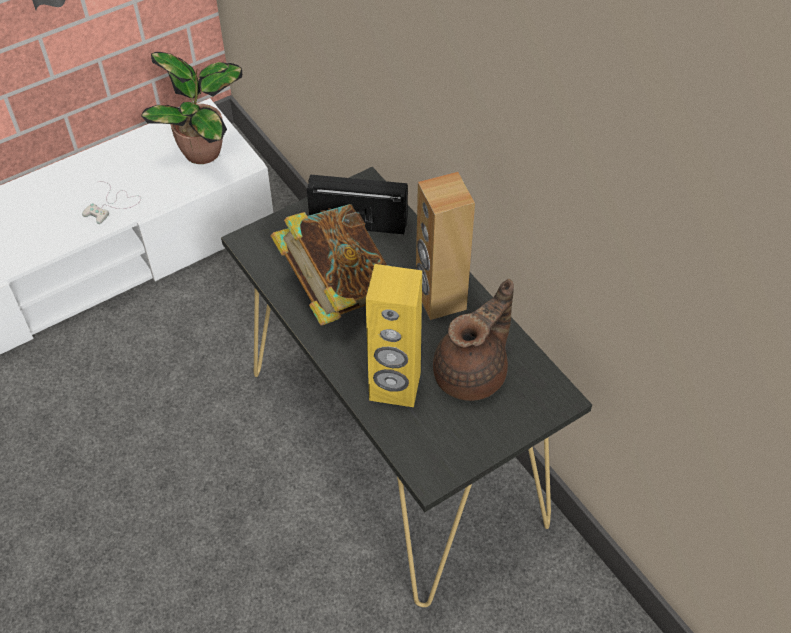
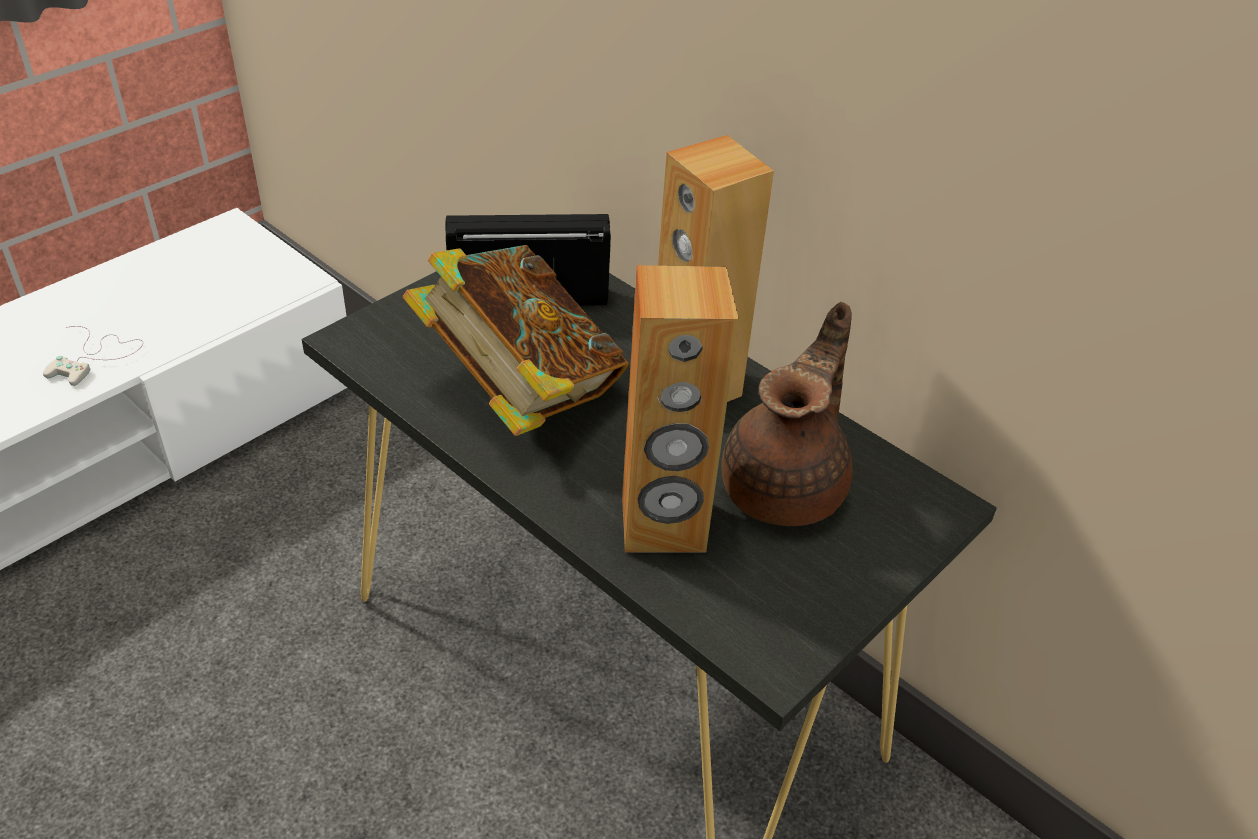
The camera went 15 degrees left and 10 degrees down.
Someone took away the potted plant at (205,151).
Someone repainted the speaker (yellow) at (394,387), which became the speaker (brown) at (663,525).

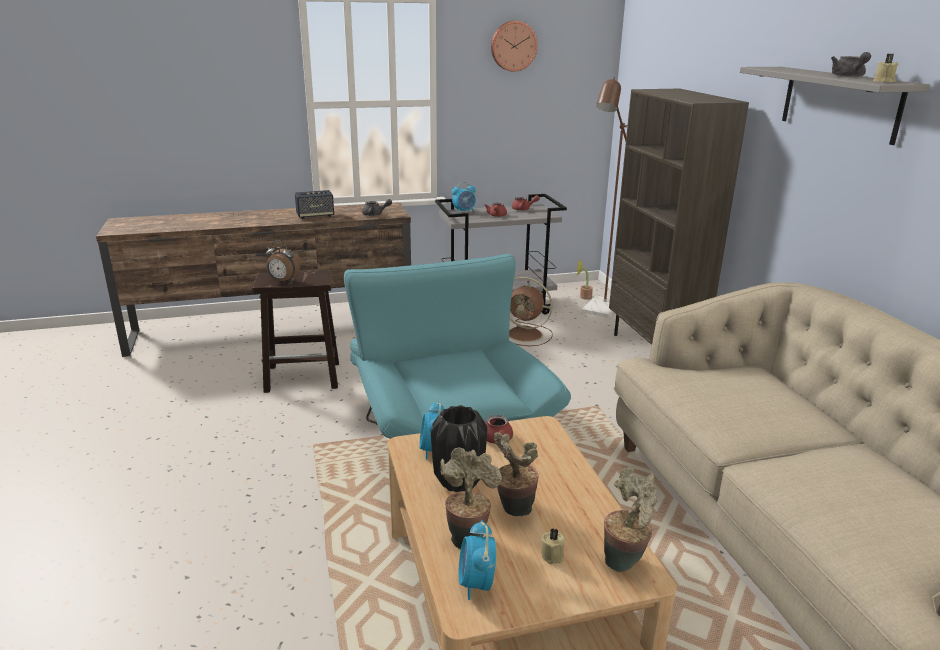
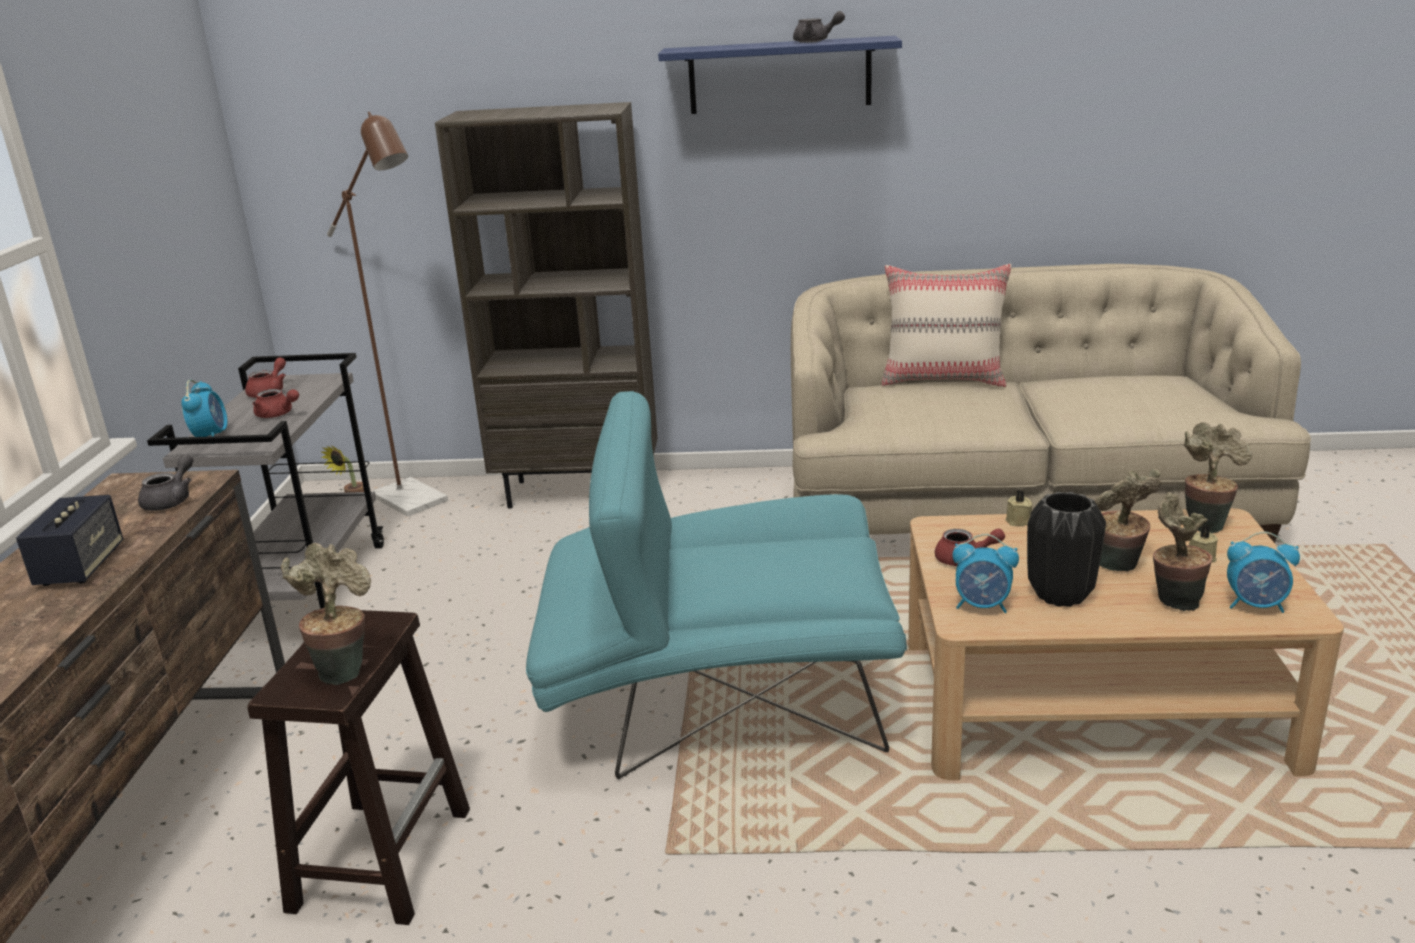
The camera went 70 degrees left and 0 degrees up.
Someone swapped the alarm clock at (283,281) for the potted plant at (343,669).
Someone took away the wall clock at (513,46).
Someone took away the fan (brown) at (526,335).
Someone repainted the shelf (grey) at (839,103), which became the shelf (blue) at (779,75).
Someone carried the candle (beige) from (883,81) to (1019,521).
Someone put down the pillow (beige) at (944,379).

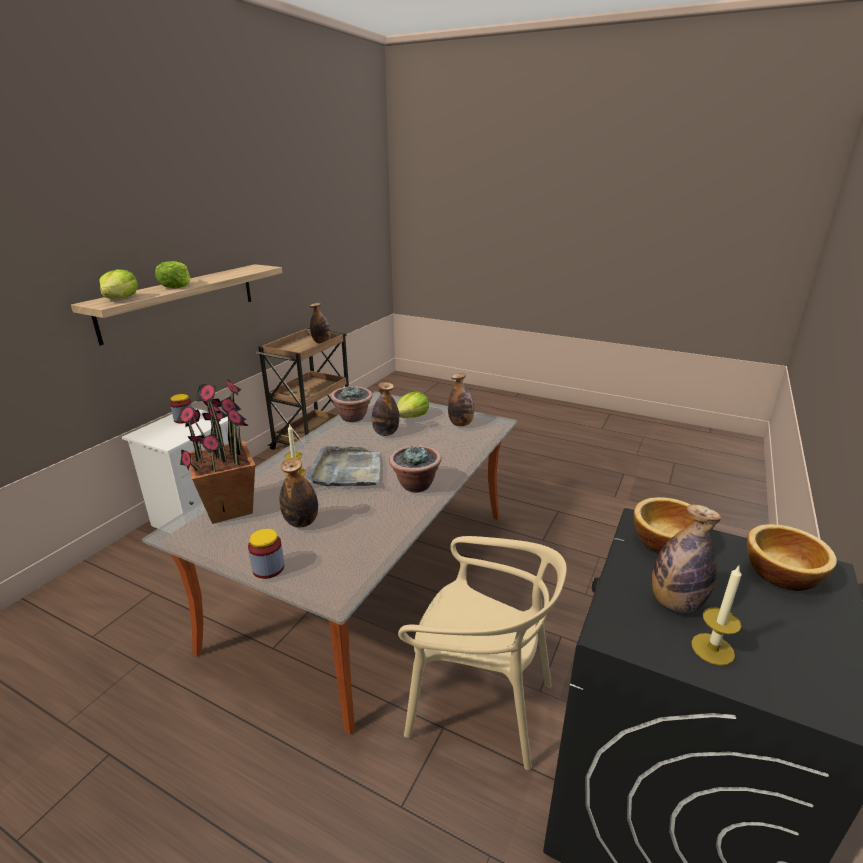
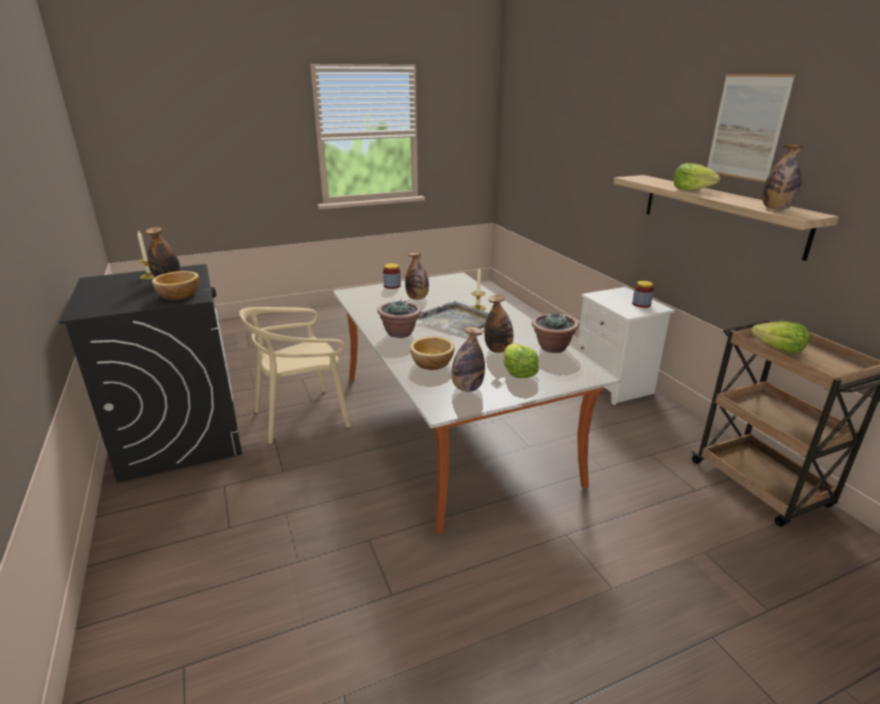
The camera went 130 degrees right and 0 degrees up.
Someone carried the lettuce from (120,299) to (778,349).
Someone took away the potted plant at (229,508).
Someone carried the bottle from (321,342) to (776,208).
Someone carried the bowl from (781,572) to (432,363).
Someone put up the picture at (747,127).

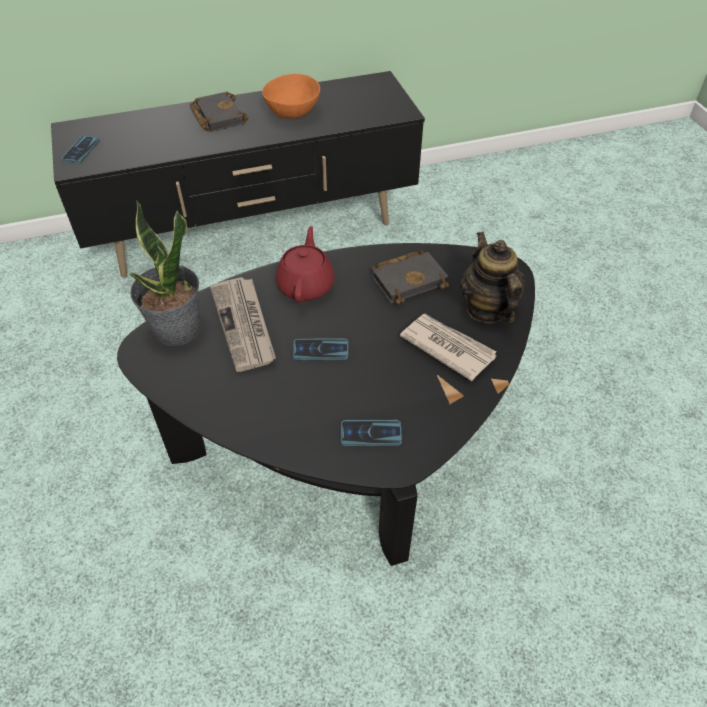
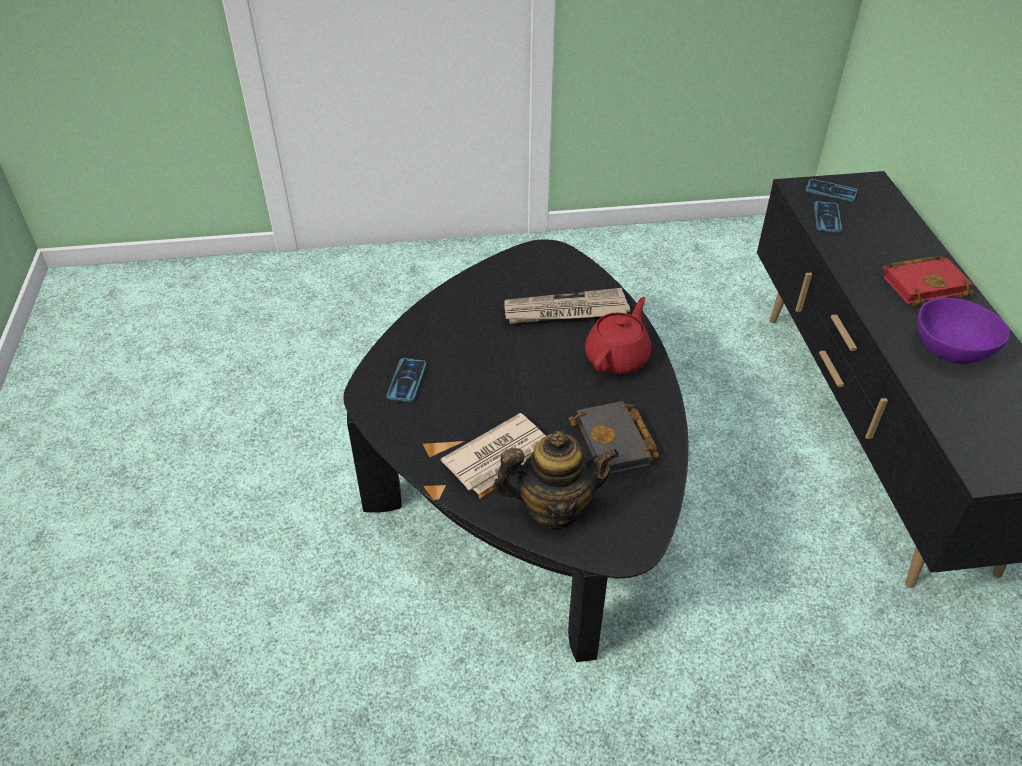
The camera went 100 degrees right and 5 degrees down.
Someone took away the potted plant at (177,329).
Someone repainted the book (black) at (216,116), which became the book (red) at (924,284).
Someone repainted the bowl (orange) at (294,113), which became the bowl (purple) at (951,353).
Someone rotated the teapot (red) at (306,285) by 75 degrees counterclockwise.
Someone carried the phone from (320,350) to (827,217).

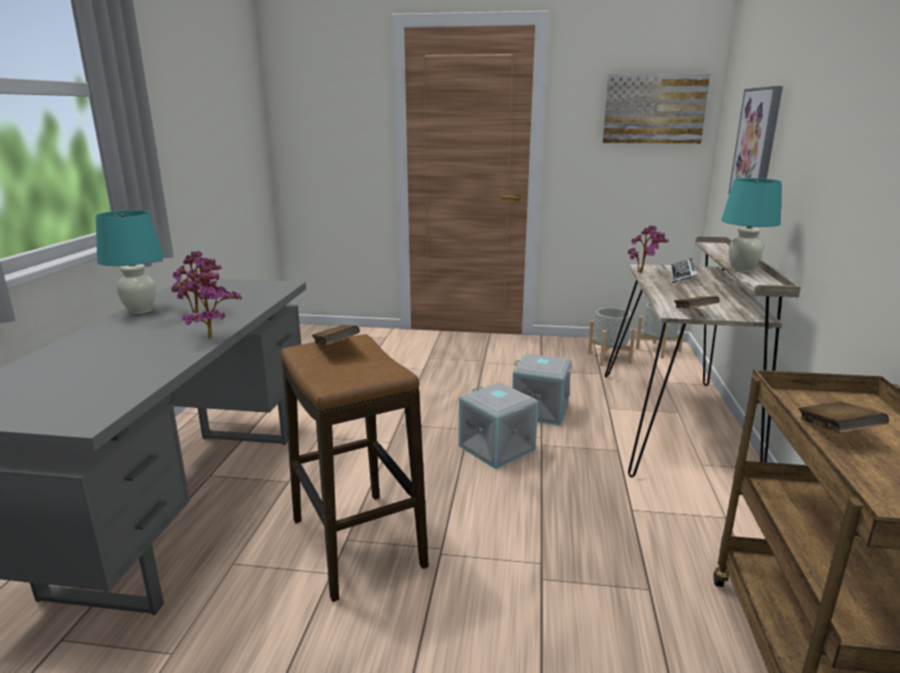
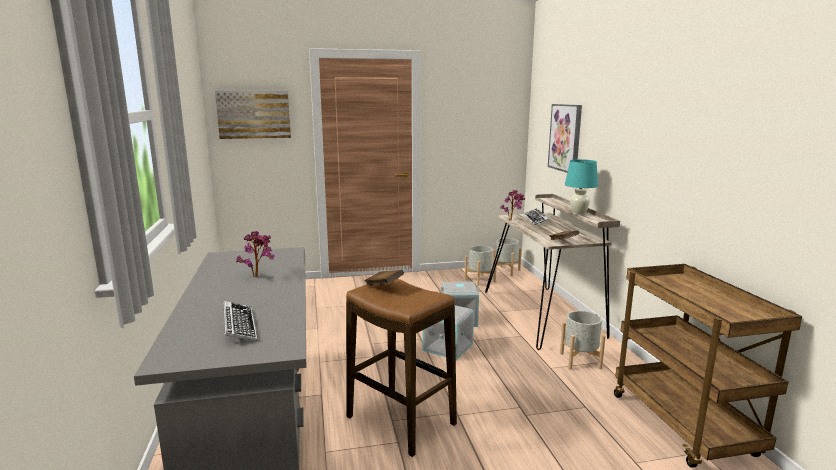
The camera went 20 degrees left and 5 degrees down.
Someone took away the table lamp (turquoise) at (140,310).
Someone took away the potted plant at (209,336).
Someone carried the picture from (654,109) to (254,114).
Someone took away the book (brown) at (836,433).
Someone put down the keyboard at (239,326).
Someone put down the planter (grey) at (580,360).

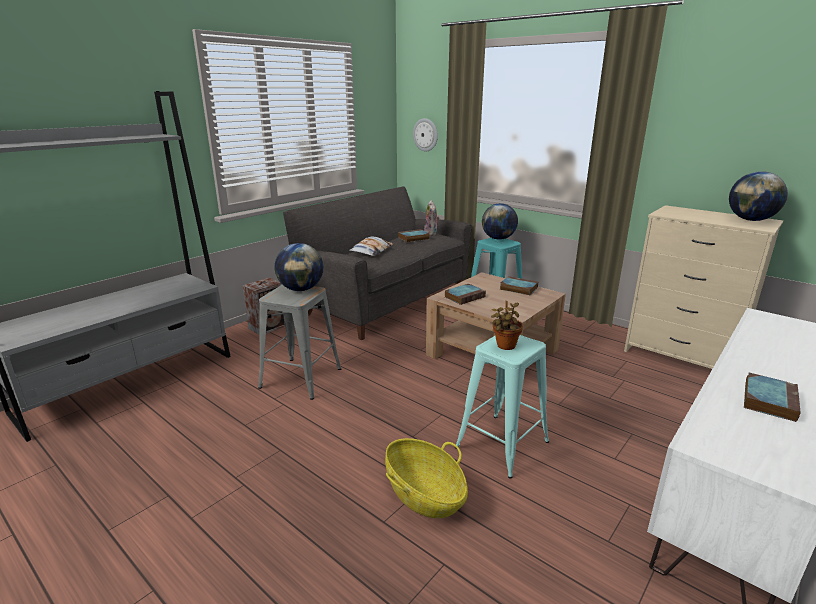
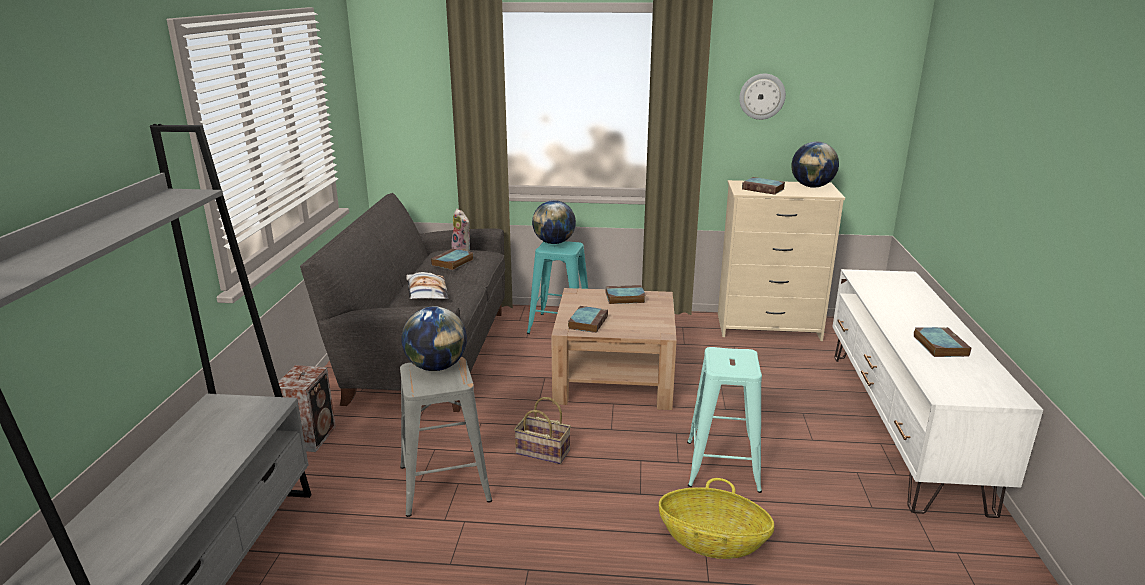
The camera went 35 degrees left and 0 degrees up.
Someone carried the wall clock from (425,135) to (762,96).
Someone took away the potted plant at (505,346).
Someone put down the basket at (541,452).
Someone put down the book at (764,189).

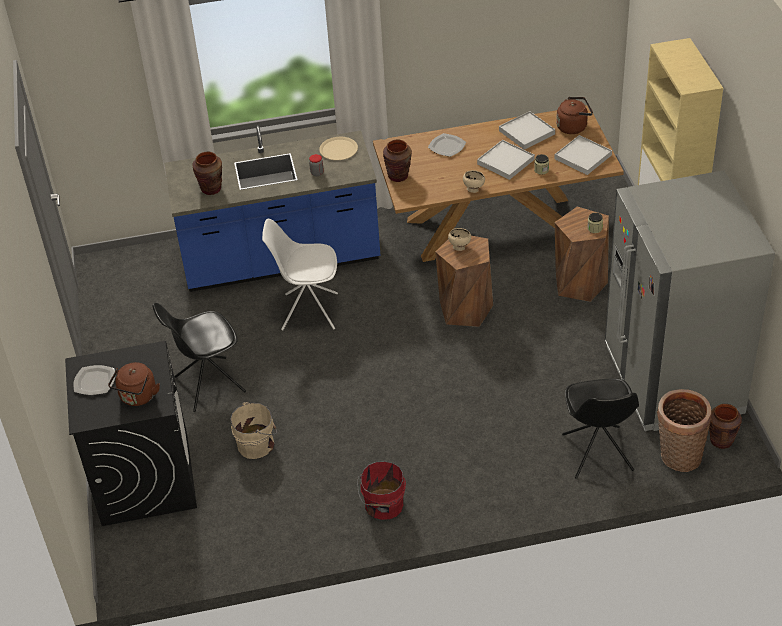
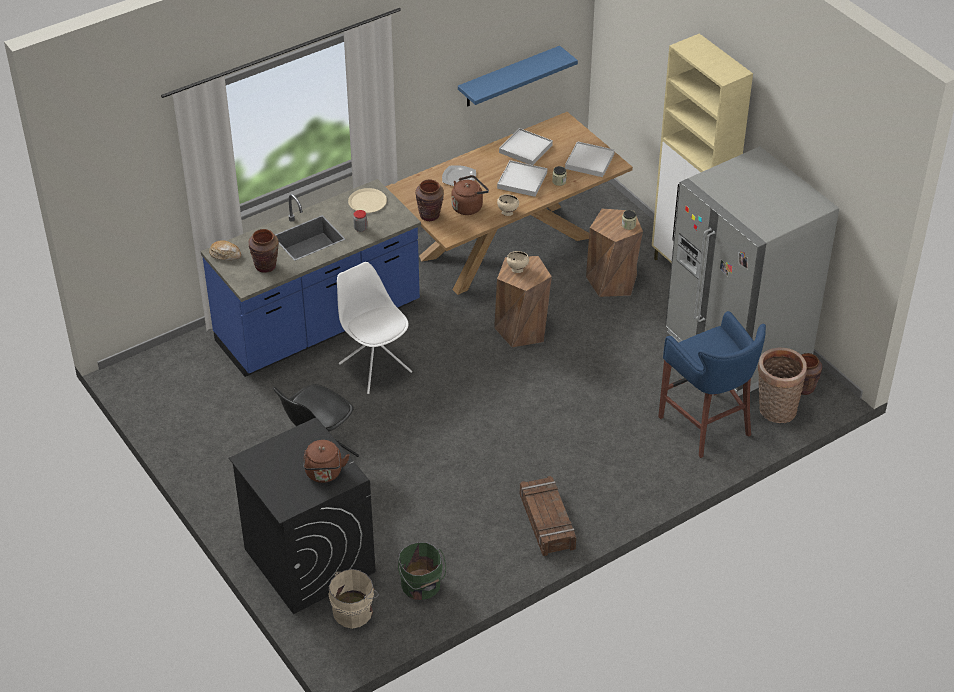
The camera went 25 degrees left and 0 degrees up.
Someone took away the plate at (94,381).
Someone carried the bucket (beige) from (257,444) to (354,611).
Someone rotated the chair (white) at (308,311) by 75 degrees clockwise.
Someone swapped the bucket (red) at (383,505) for the crate at (546,521).
Someone carried the kettle (brown) from (573,127) to (468,206).
Someone swapped the chair (black) at (597,453) for the stool (blue) at (707,426).
Someone put down the bread at (225,254).
Someone put down the bucket (green) at (421,586).
Someone put up the shelf (blue) at (509,77).

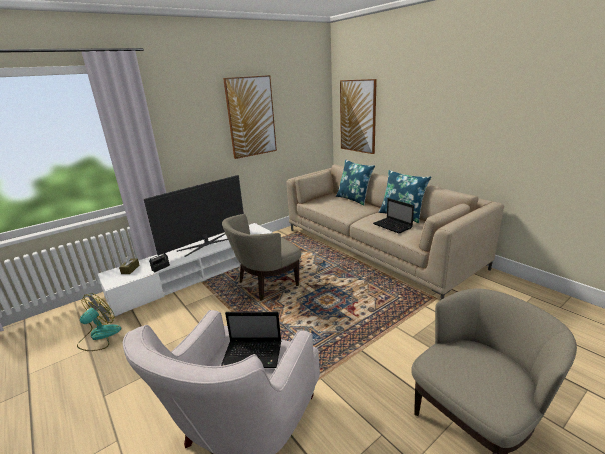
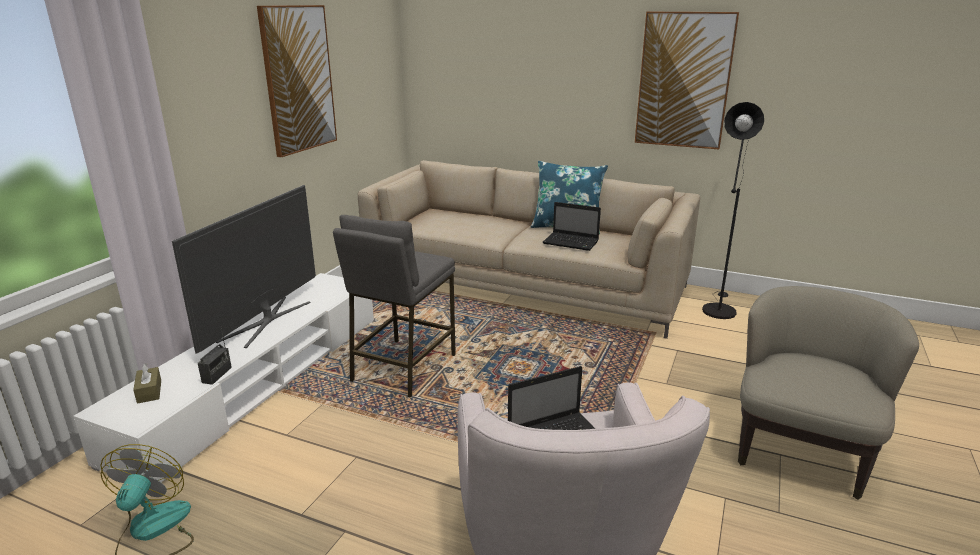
The camera went 30 degrees left and 0 degrees up.
Someone swapped the armchair (beige) at (266,284) for the stool (grey) at (402,368).
Someone took away the pillow (blue) at (354,199).
Someone carried the picture from (358,116) to (684,81).
Someone put down the floor lamp (black) at (718,308).

